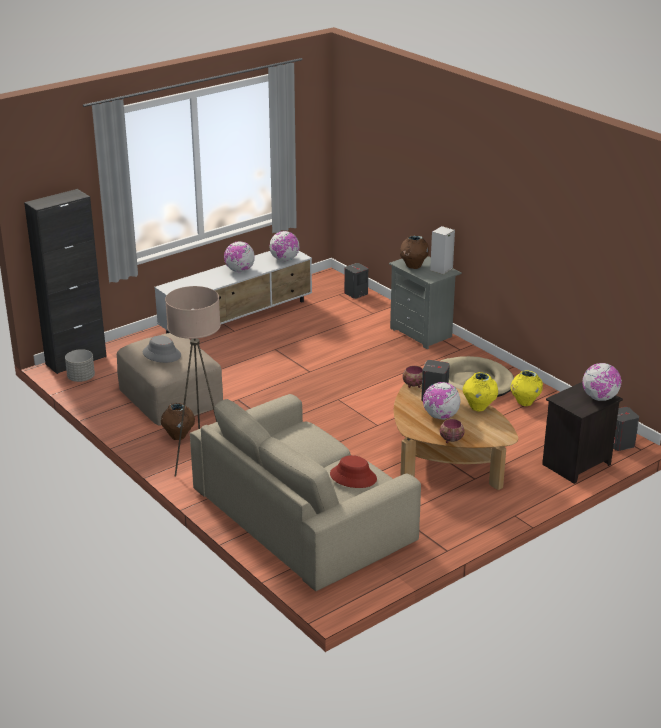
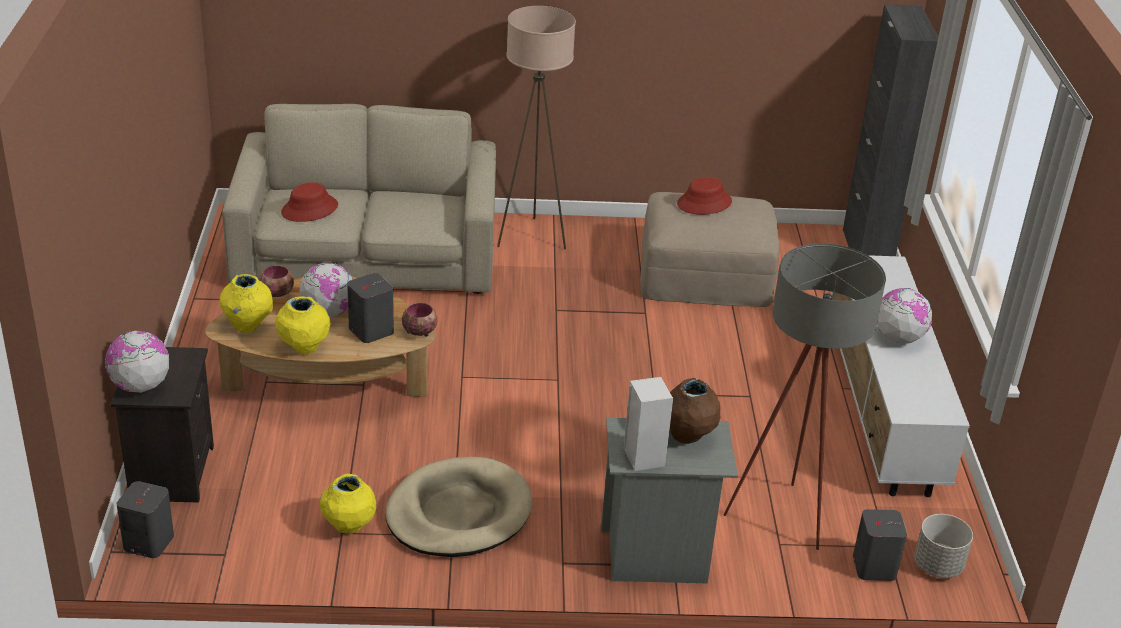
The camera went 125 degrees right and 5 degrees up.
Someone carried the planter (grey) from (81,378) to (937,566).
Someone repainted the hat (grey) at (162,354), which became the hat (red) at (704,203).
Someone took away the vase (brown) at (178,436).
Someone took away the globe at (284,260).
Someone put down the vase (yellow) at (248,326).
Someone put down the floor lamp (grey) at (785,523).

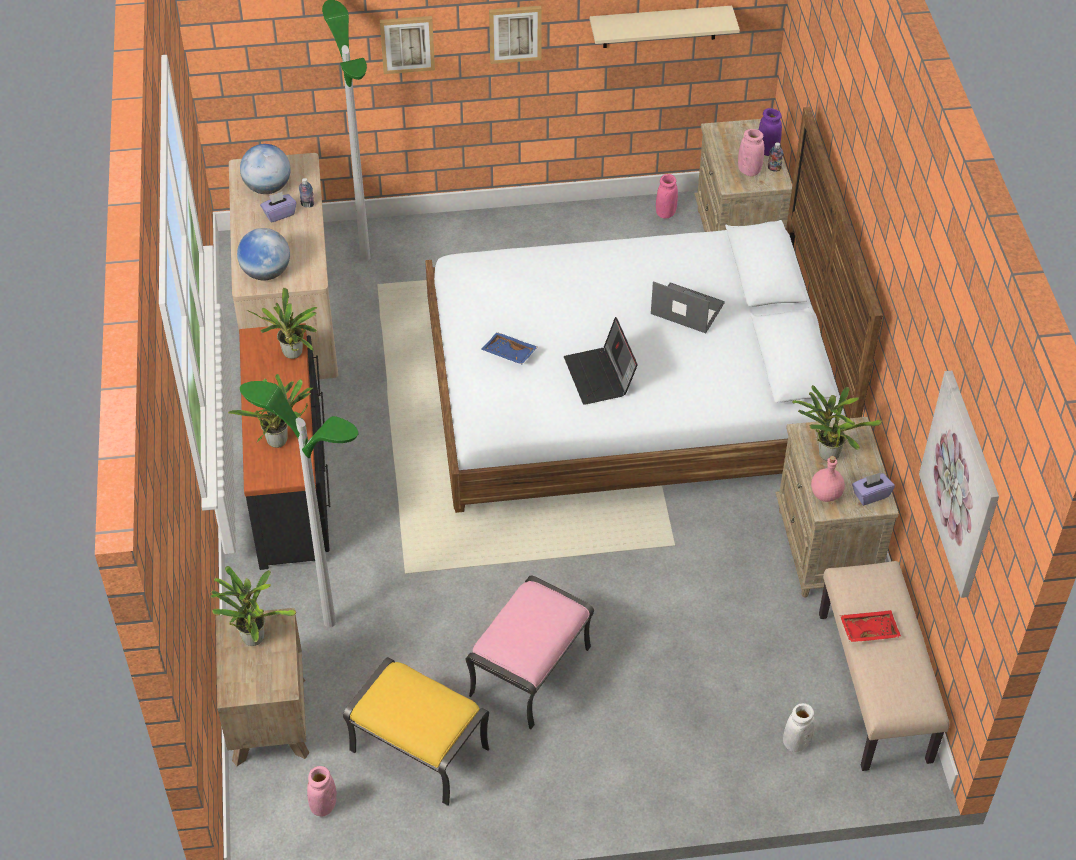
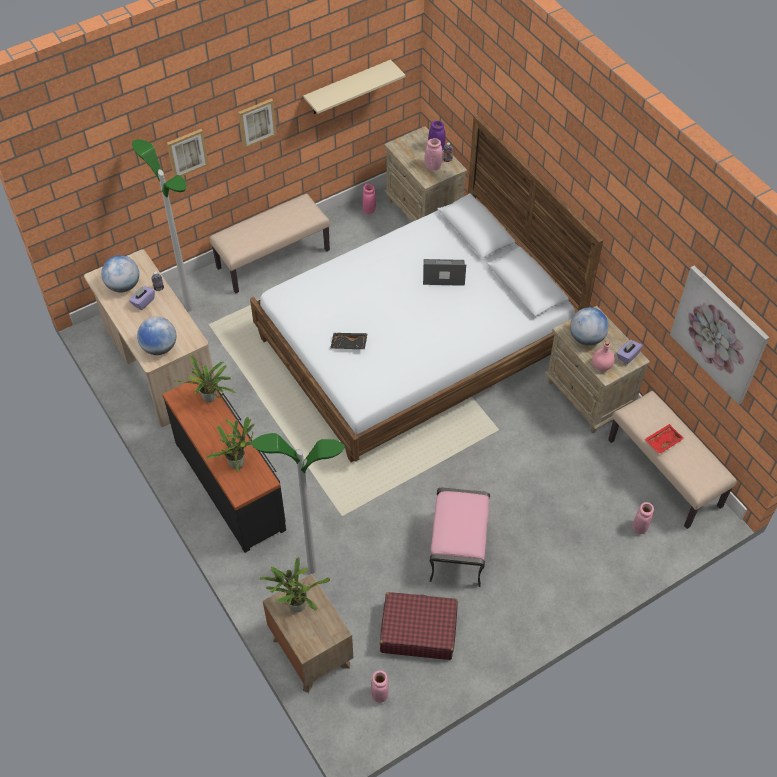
The camera went 25 degrees left and 5 degrees up.
Someone swapped the ottoman (yellow) at (417,750) for the suitcase (red) at (418,631).
Someone repainted the tray (blue) at (508,354), which became the tray (black) at (349,344).
Someone took away the laptop at (600,376).
Someone repainted the vase (white) at (796,742), which became the vase (pink) at (640,527).
Someone swapped the potted plant at (826,452) for the globe at (586,338).
Someone put down the bench (beige) at (273,258).

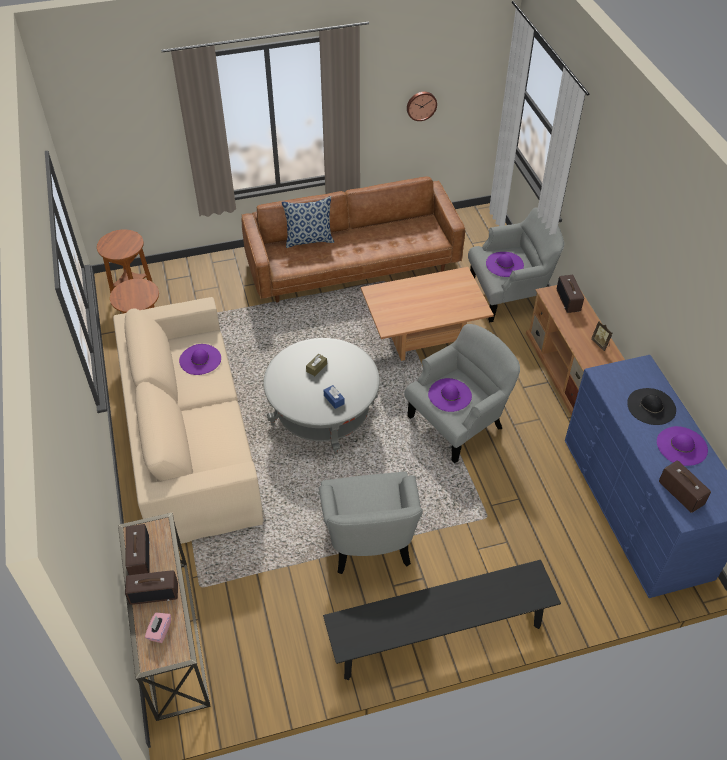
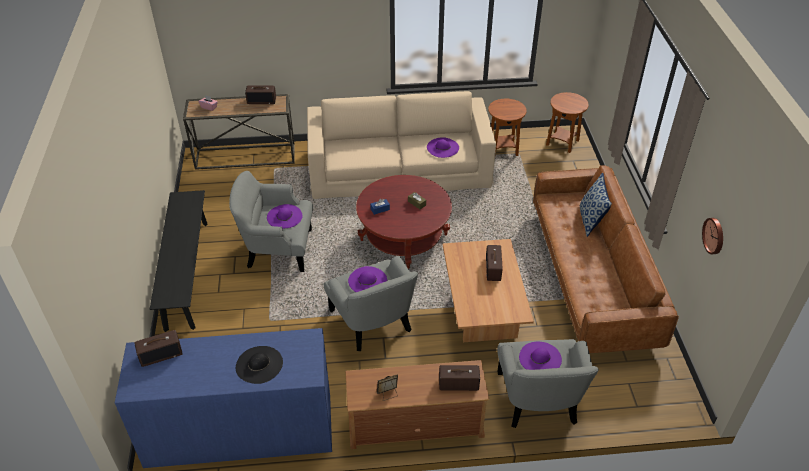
The camera went 100 degrees right and 5 degrees down.
Someone carried the radio from (154,593) to (493,269).
Someone repainted the coffee table (grey) at (323,414), which became the coffee table (red) at (404,237).
Someone carried the hat (purple) from (681,446) to (284,216).

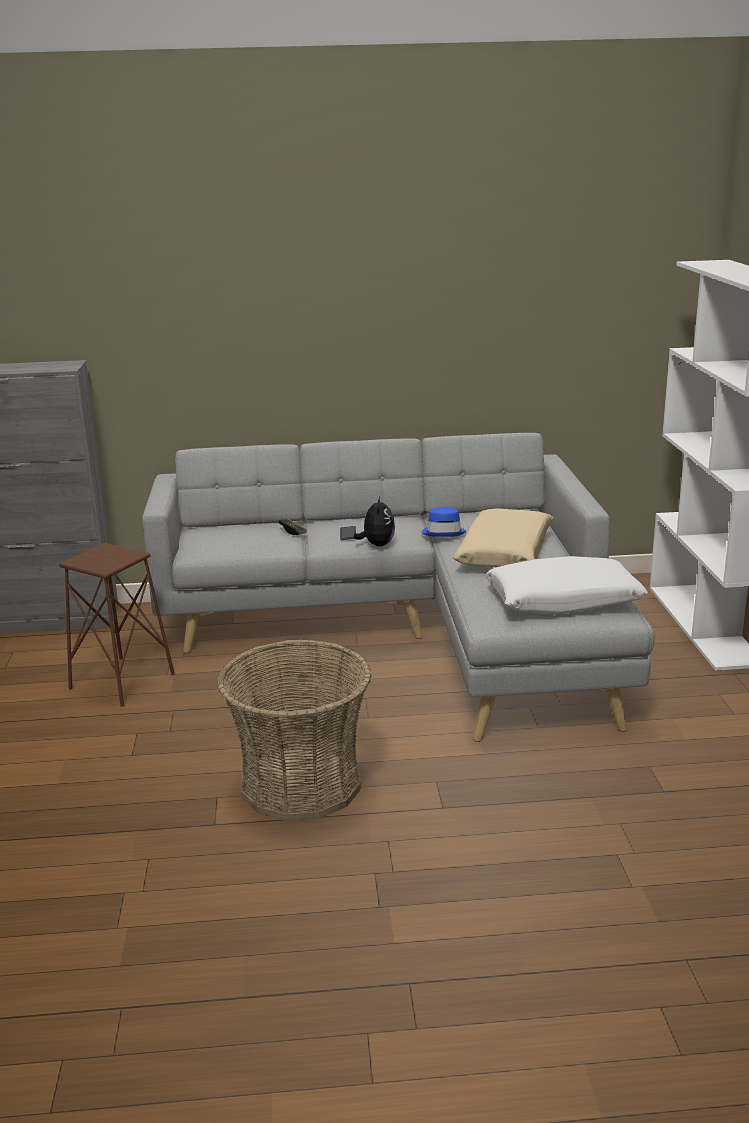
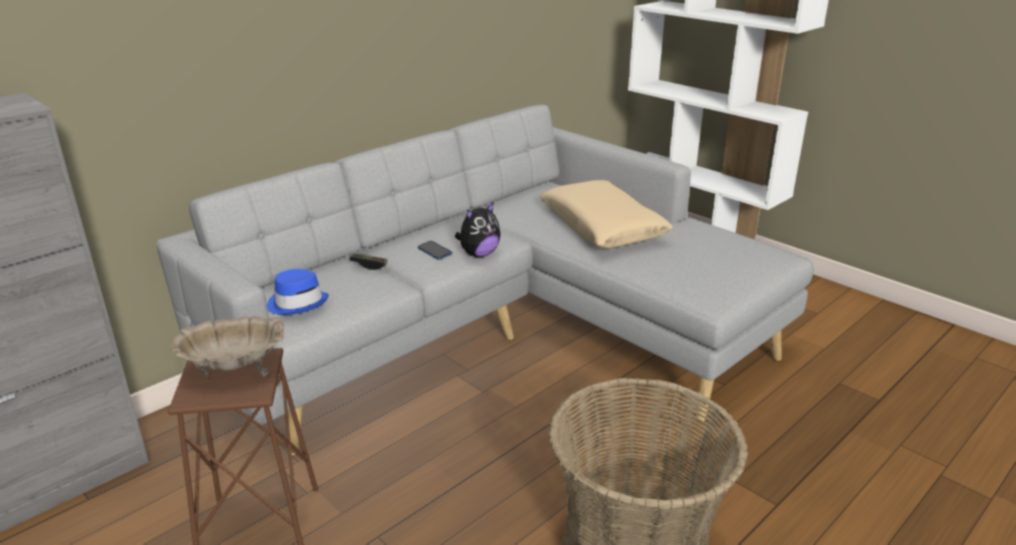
The camera went 40 degrees left and 5 degrees up.
Someone rotated the plush toy at (377,545) by 90 degrees clockwise.
Someone carried the hat (blue) from (443,532) to (297,303).
Someone took away the pillow (white) at (563,600).
Someone put down the bowl (beige) at (234,369).

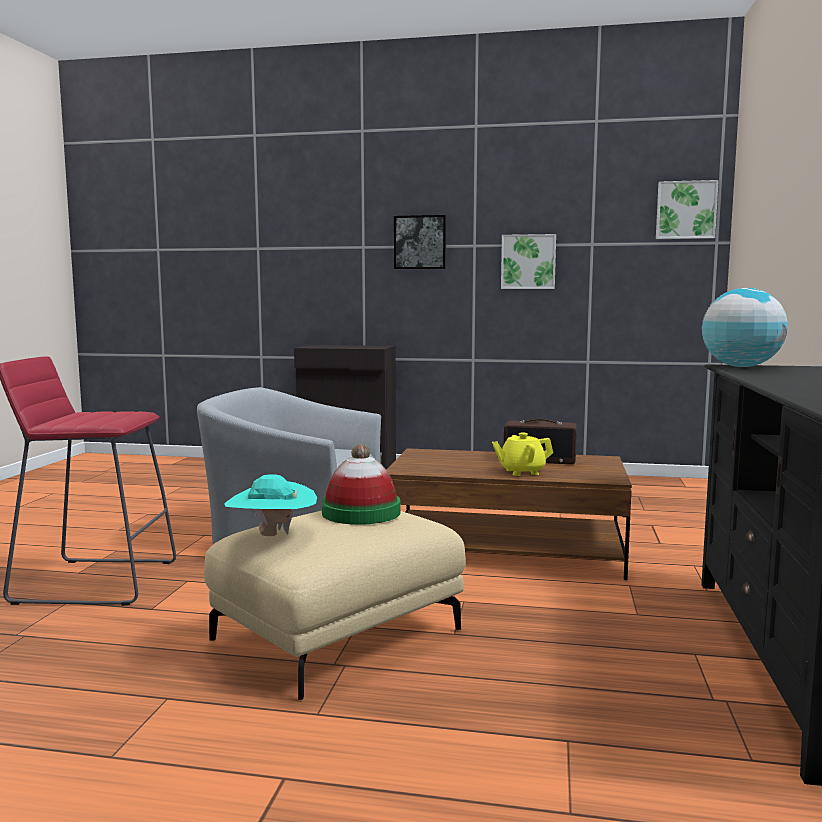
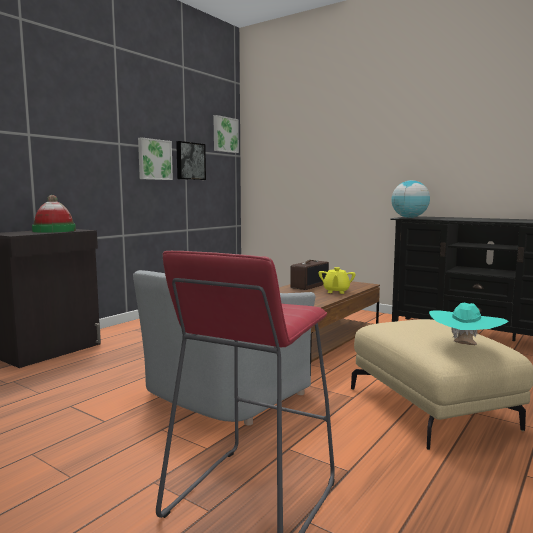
The camera went 65 degrees left and 0 degrees up.
Someone carried the hat from (361,512) to (54,230).
Someone carried the picture from (420,242) to (190,161).

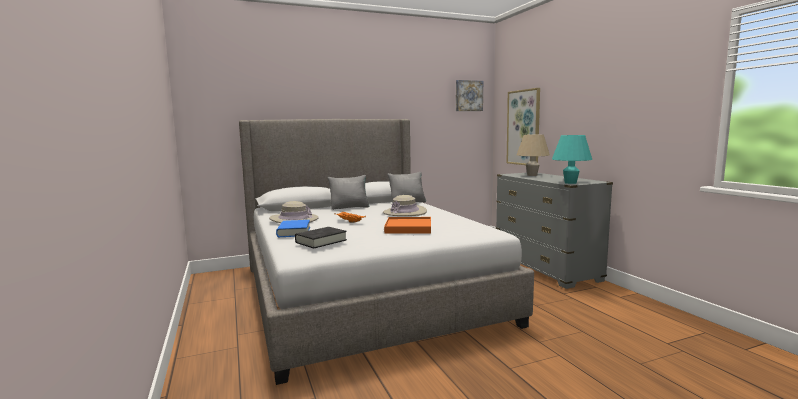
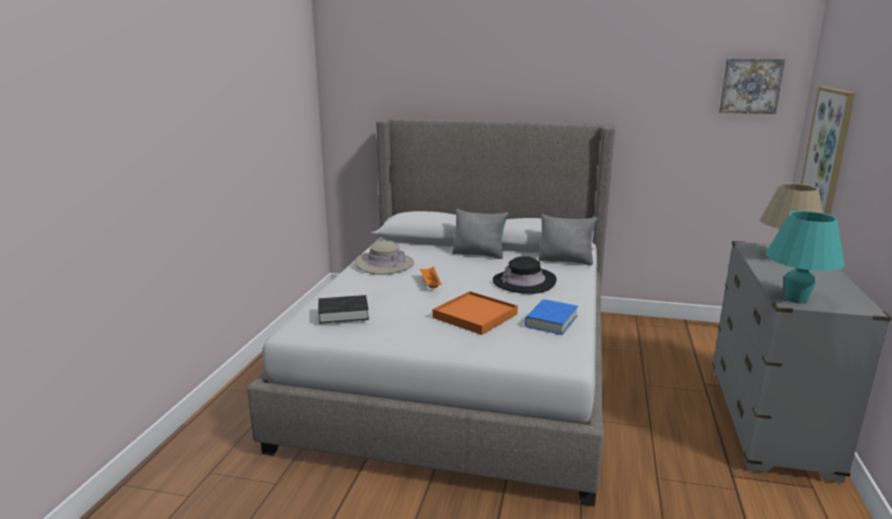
The camera went 35 degrees right and 10 degrees up.
Someone carried the book (blue) from (294,232) to (551,321).
Someone repainted the hat (beige) at (404,212), which became the hat (black) at (524,282).

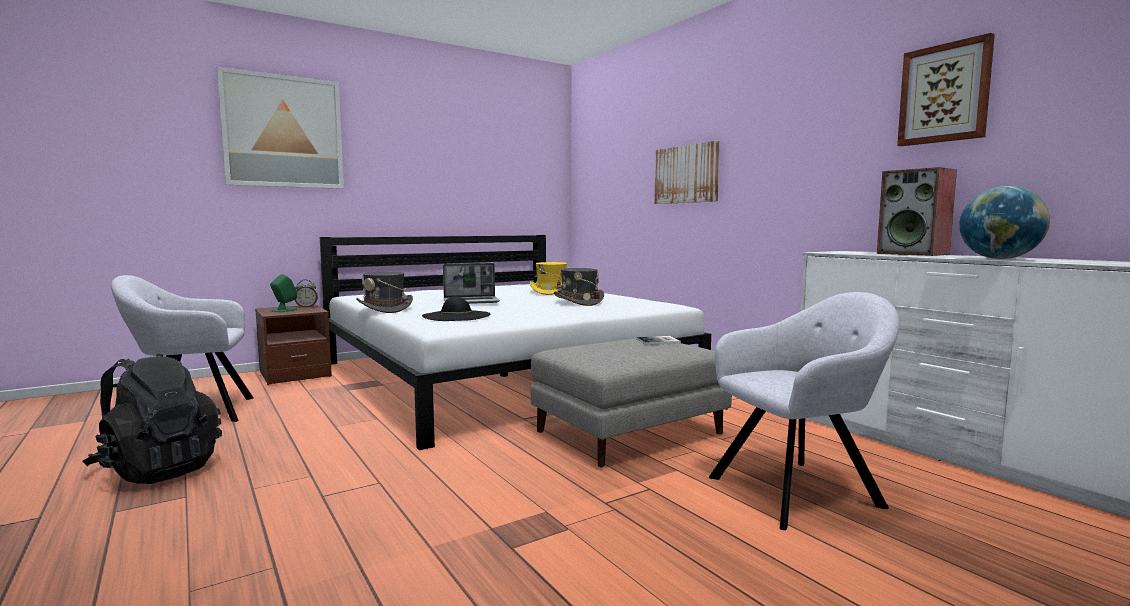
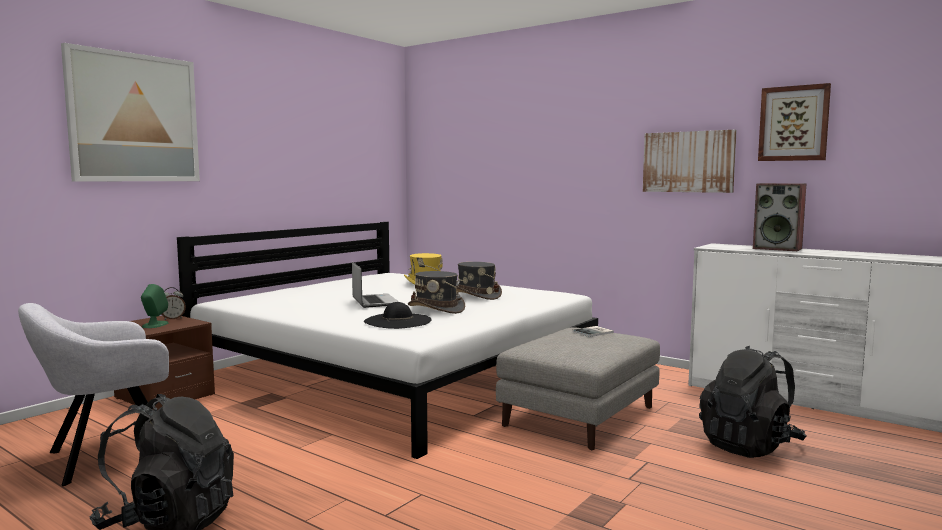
The camera went 20 degrees left and 0 degrees up.
Someone carried the hat (grey) from (385,309) to (436,309).
Someone rotated the laptop at (472,301) by 75 degrees counterclockwise.
Someone carried the picture from (686,174) to (688,162).
Someone swapped the armchair (grey) at (799,490) for the backpack (black) at (749,446).
Someone took away the globe at (999,259).

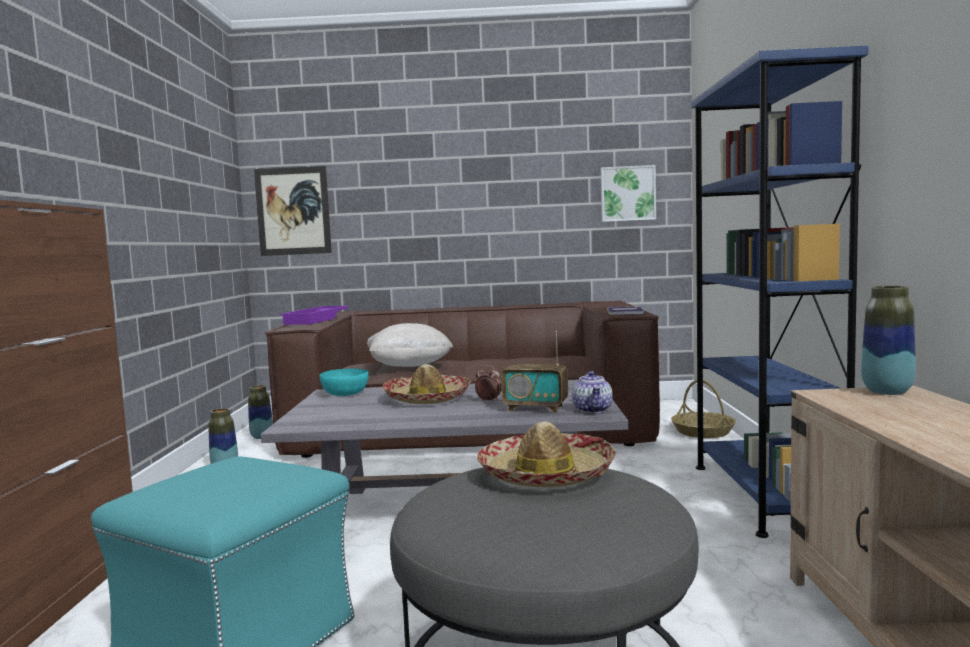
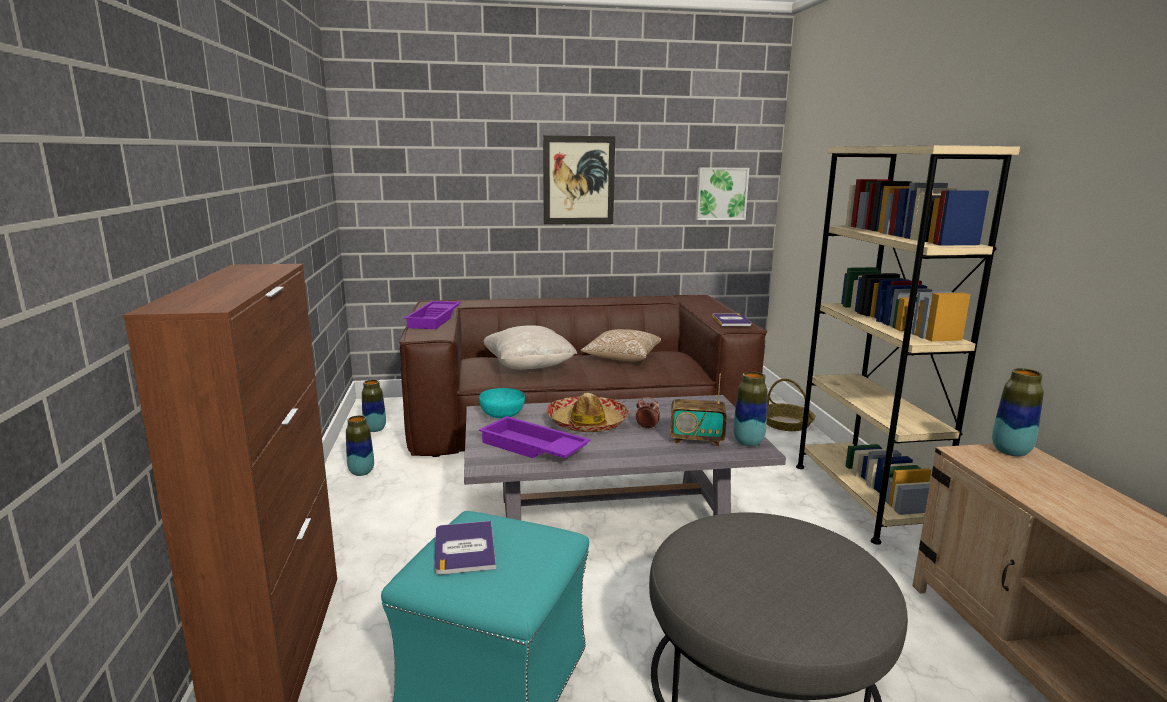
The camera went 10 degrees left and 10 degrees up.
Someone carried the picture from (293,211) to (578,180).
Someone took away the hat at (546,474).
Someone swapped the teapot at (593,410) for the vase at (748,442).
Someone repainted the bookcase (blue) at (764,496), which became the bookcase (beige) at (862,498).
Someone put down the book at (464,548).
Someone put down the tray (purple) at (532,448).
Someone put down the pillow at (621,357).

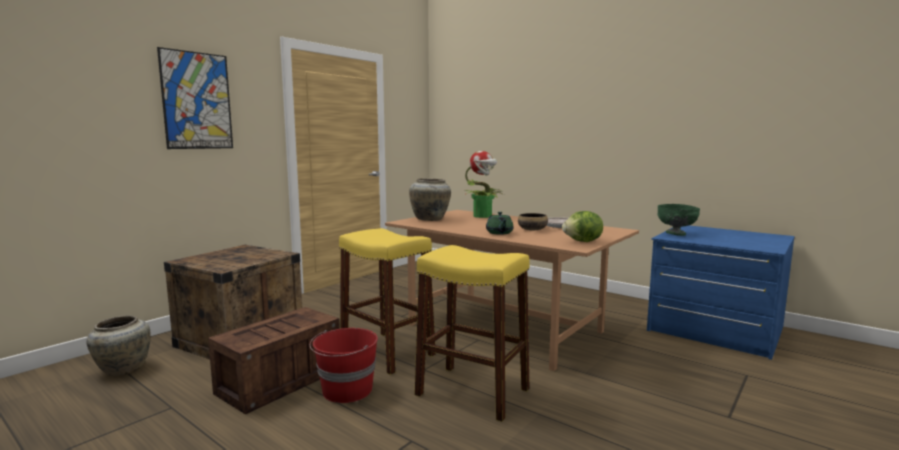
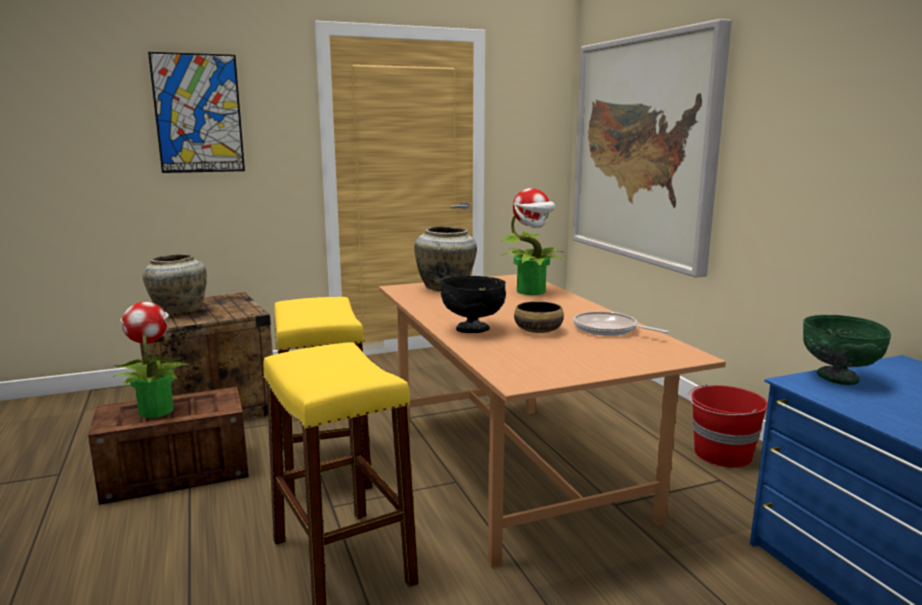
The camera went 30 degrees right and 5 degrees up.
Someone carried the vase (beige) from (122,369) to (179,312).
Someone carried the bucket (red) from (346,390) to (722,454).
Someone swapped the teapot (green) at (499,233) for the bowl (black) at (473,329).
Someone took away the lettuce at (583,242).
Someone put down the potted plant at (156,410).
Someone put up the picture at (643,150).

